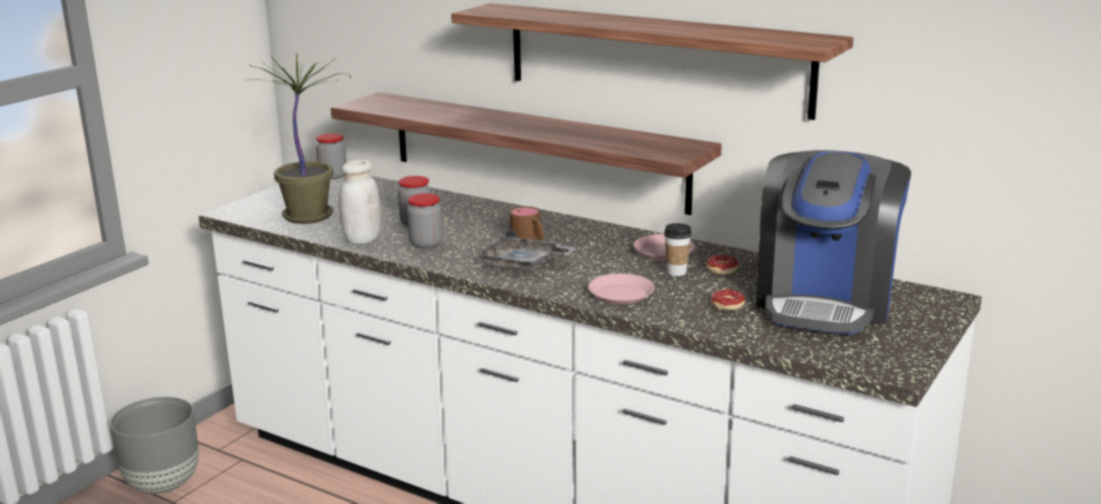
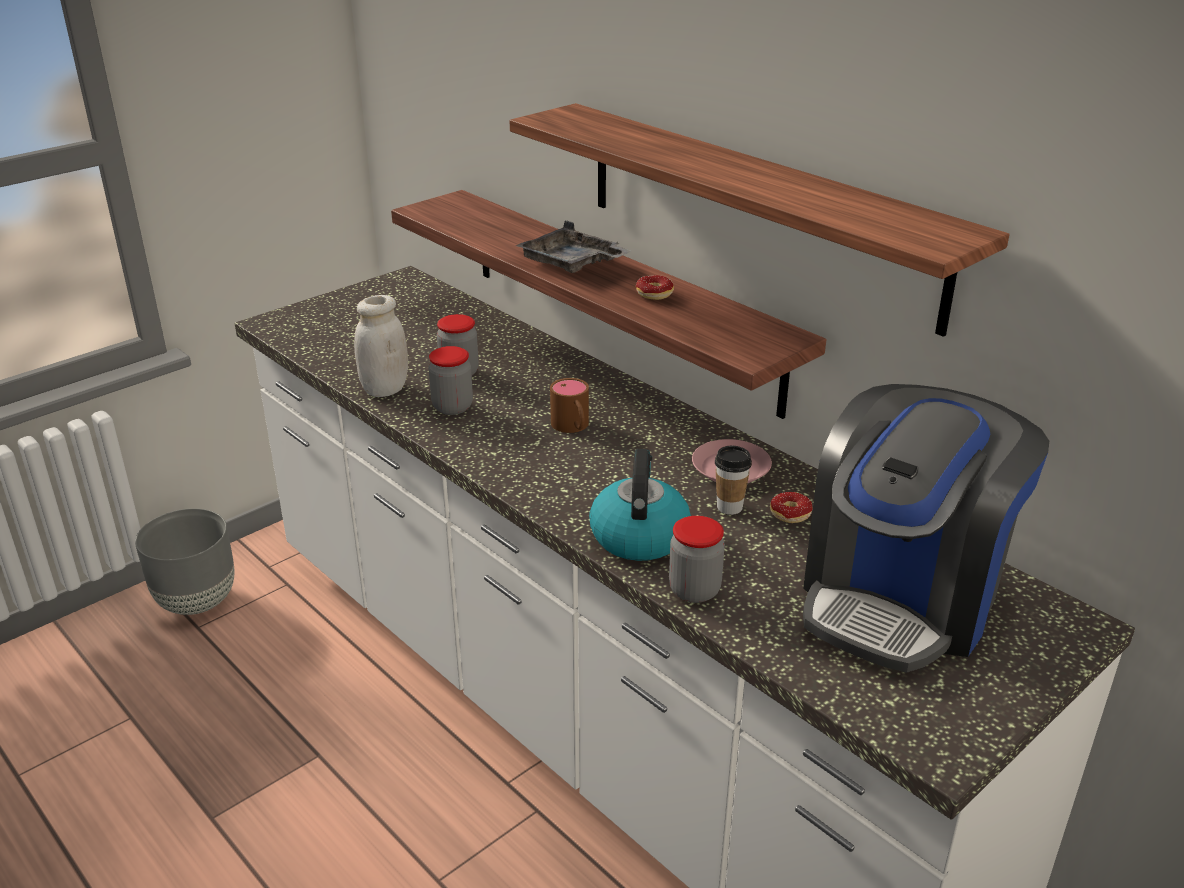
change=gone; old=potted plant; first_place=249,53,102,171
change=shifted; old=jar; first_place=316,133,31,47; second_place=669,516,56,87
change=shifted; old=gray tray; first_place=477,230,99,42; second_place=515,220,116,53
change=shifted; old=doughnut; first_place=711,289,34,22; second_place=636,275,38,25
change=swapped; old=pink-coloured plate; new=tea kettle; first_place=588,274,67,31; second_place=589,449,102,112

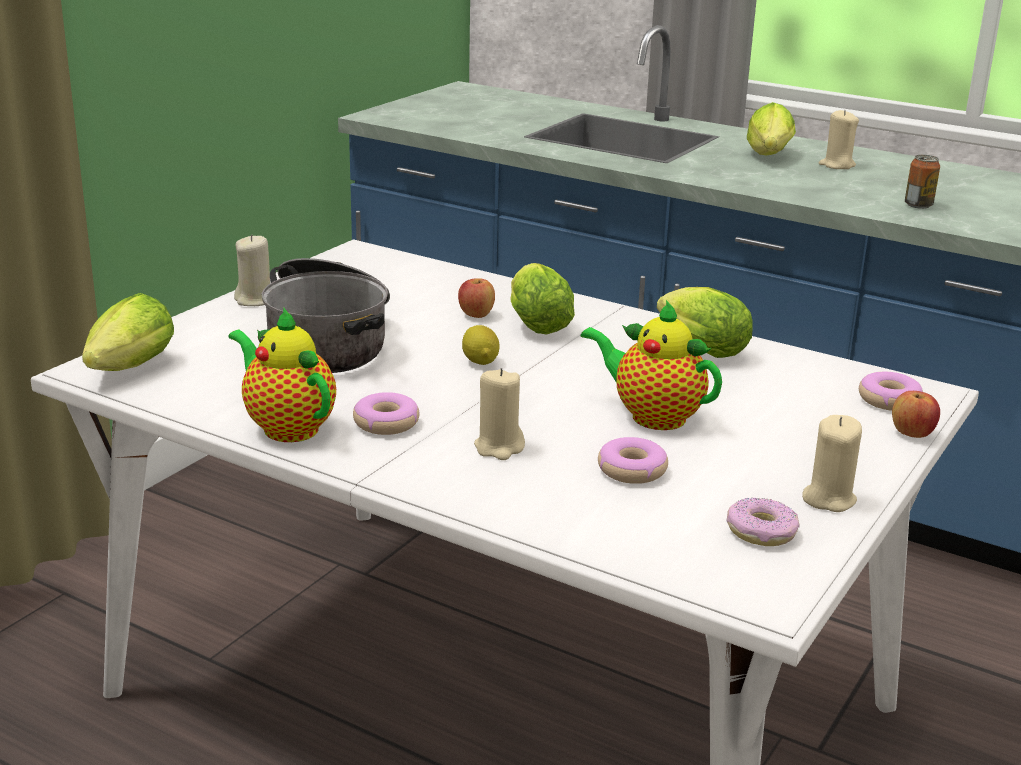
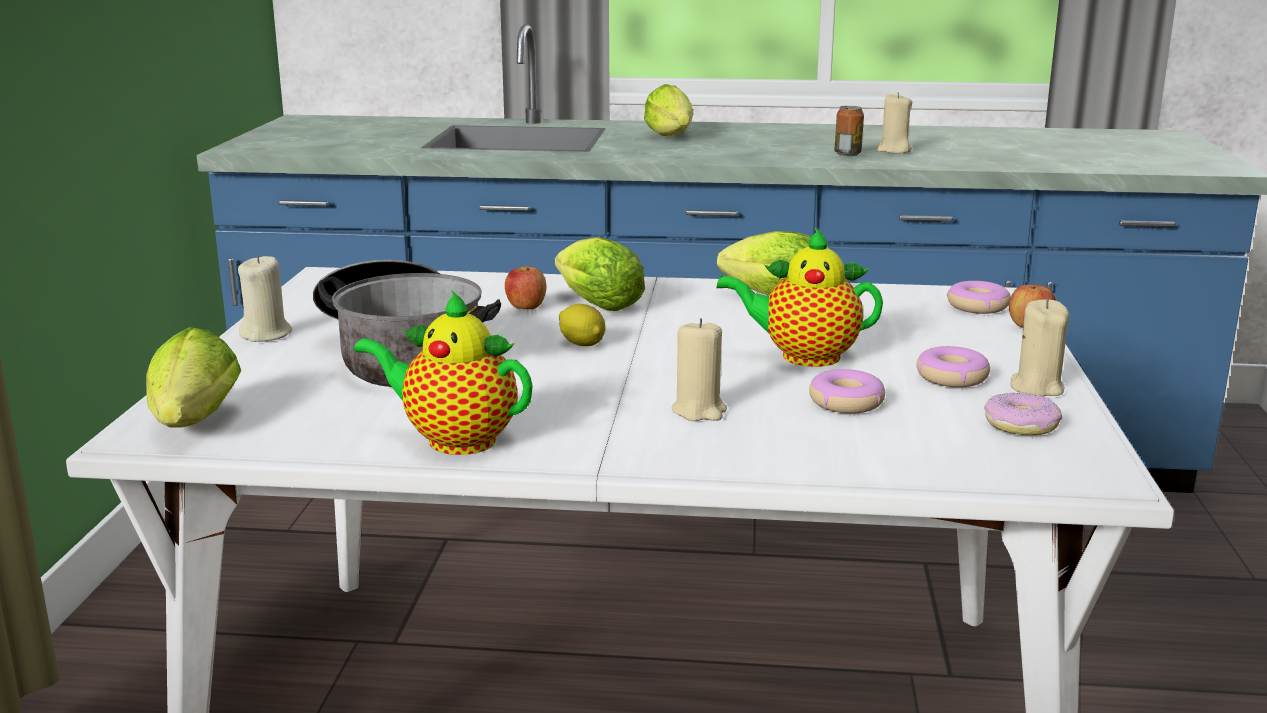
change=shifted; old=doughnut; first_place=353,392,67,43; second_place=916,346,74,41
change=shifted; old=sand-coloured wax light; first_place=819,110,40,59; second_place=876,92,36,61

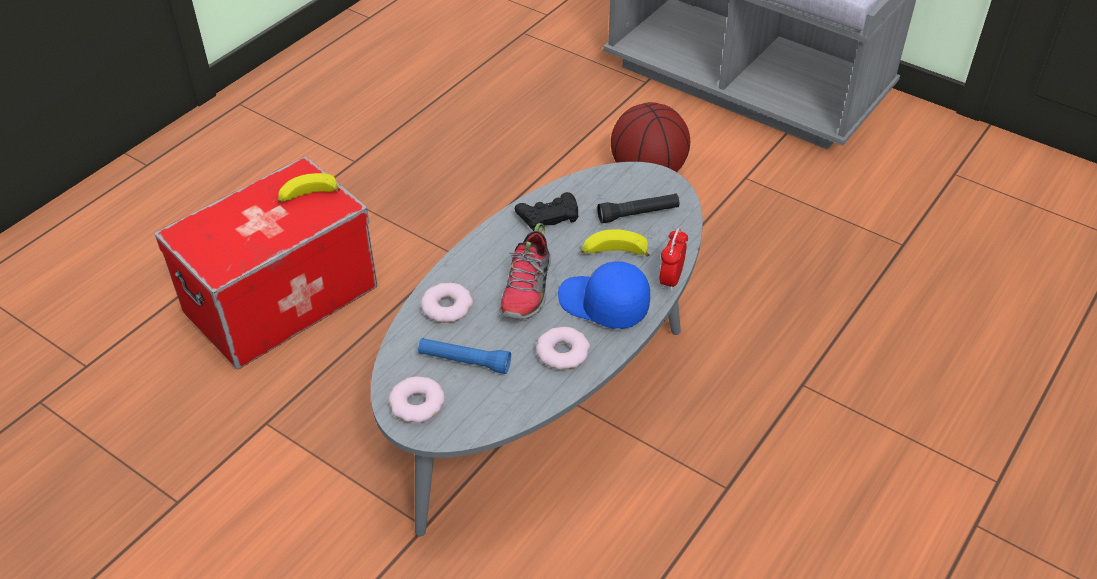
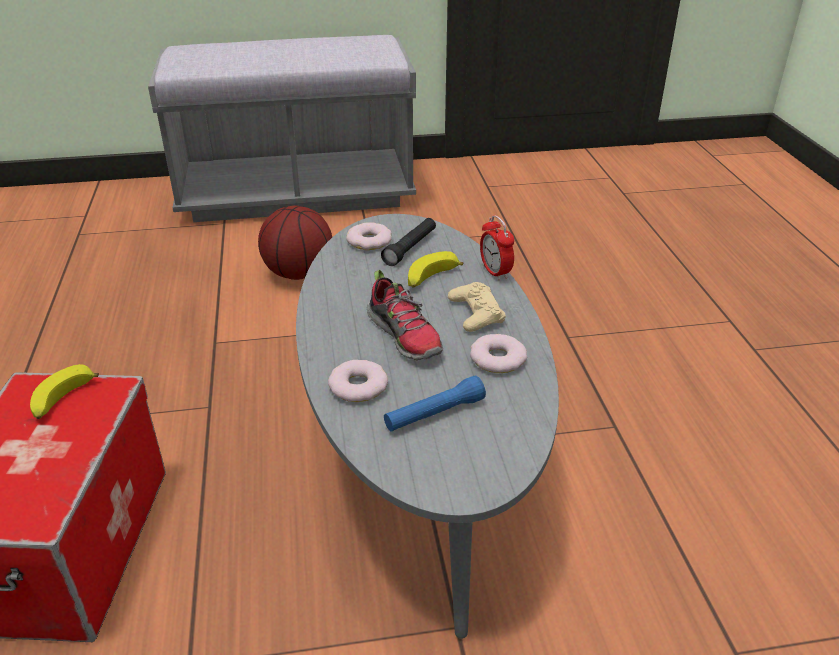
change=gone; old=blackish gamepad; first_place=515,192,63,39
change=shifted; old=doughnut; first_place=389,376,56,47; second_place=346,222,46,28
change=swapped; old=bluish cap; new=sand-coloured gamepad; first_place=558,261,92,68; second_place=448,282,58,50

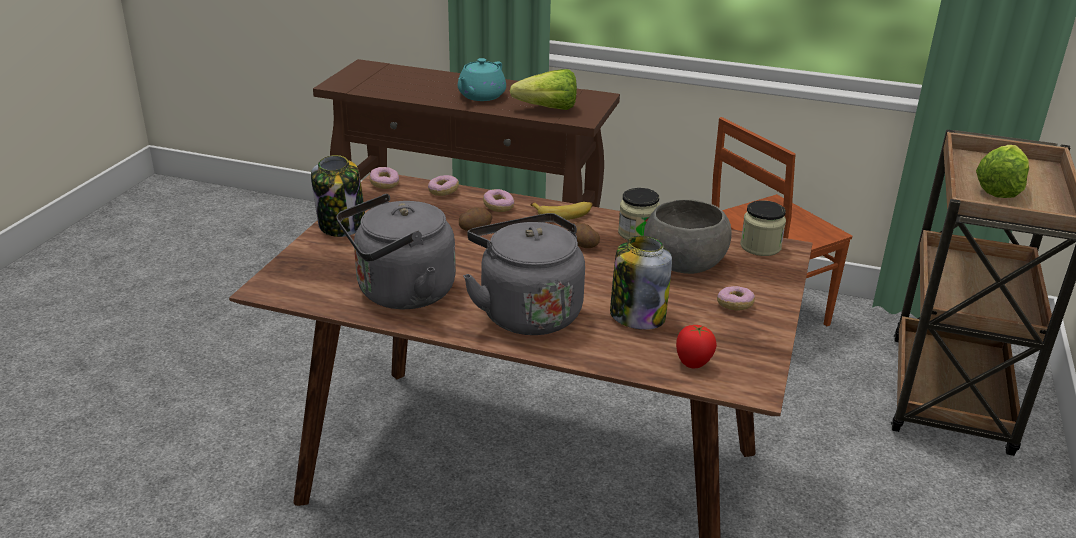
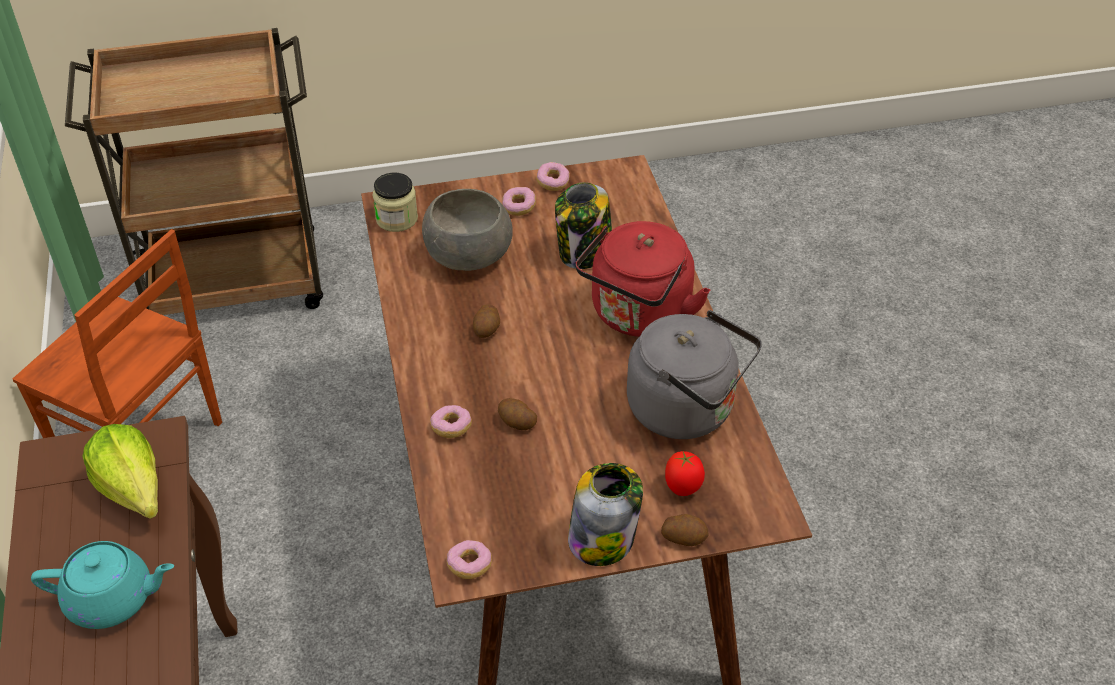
change=gone; old=whole banana; first_place=530,202,62,18
change=gone; old=jar; first_place=618,188,42,52
change=gone; old=lettuce; first_place=976,145,53,53
change=new; new=potato; second_place=661,514,48,32
change=shifted; old=doughnut; first_place=428,175,31,21; second_place=536,162,34,29
change=shifted; old=whole tomato; first_place=676,325,41,43; second_place=665,451,40,45
change=repainted; old=gray tea kettle; new=red-coloured tea kettle; first_place=463,213,122,122; second_place=575,221,135,116

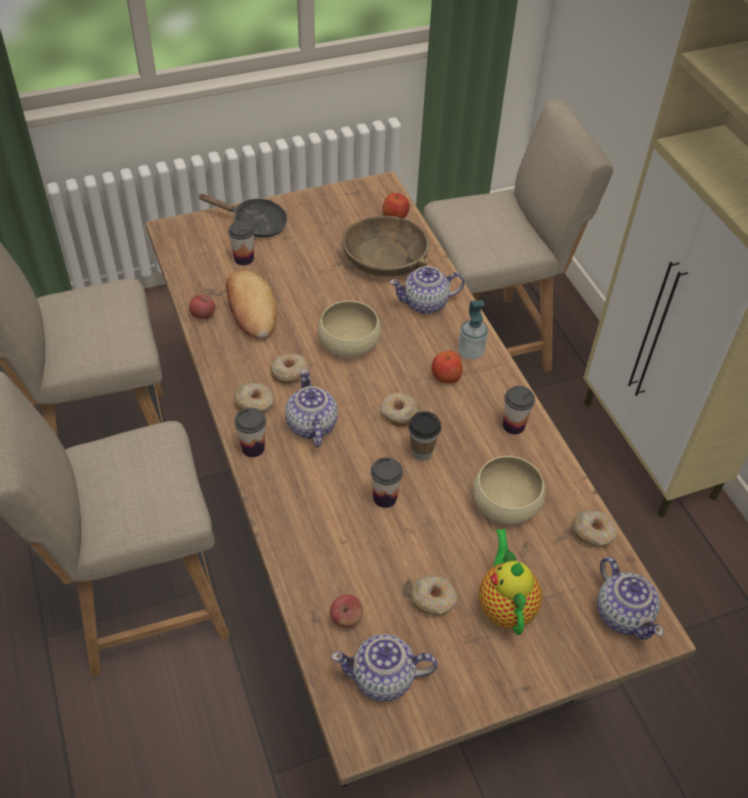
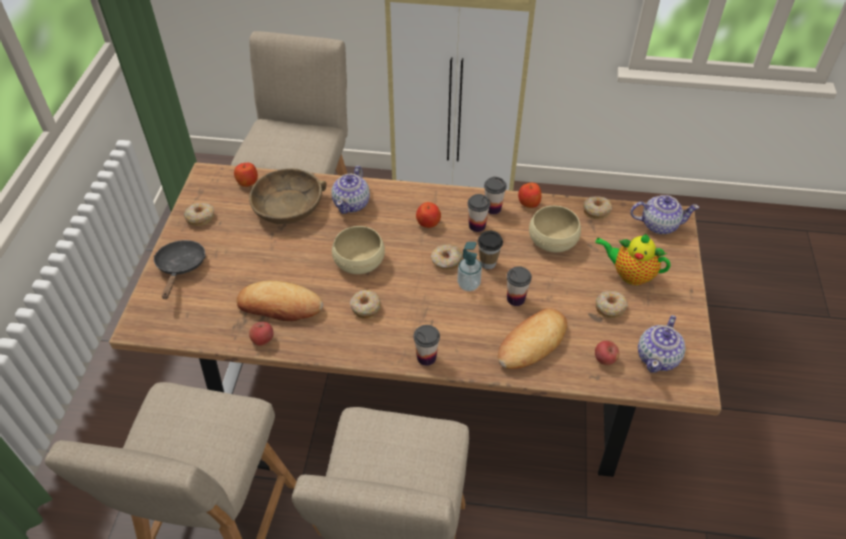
change=gone; old=tea pot; first_place=285,369,53,78
change=new; new=bread; second_place=498,308,69,61
change=new; new=apple; second_place=518,183,24,25
change=shifted; old=cup; first_place=228,220,27,46; second_place=467,194,23,38
change=shifted; old=doughnut; first_place=234,382,40,31; second_place=184,203,30,23
change=shifted; old=liquid soap bottle; first_place=458,300,30,60; second_place=457,242,25,49
change=rotated; old=blackish pan; first_place=199,194,88,43; second_place=154,240,52,59; degrees=-45

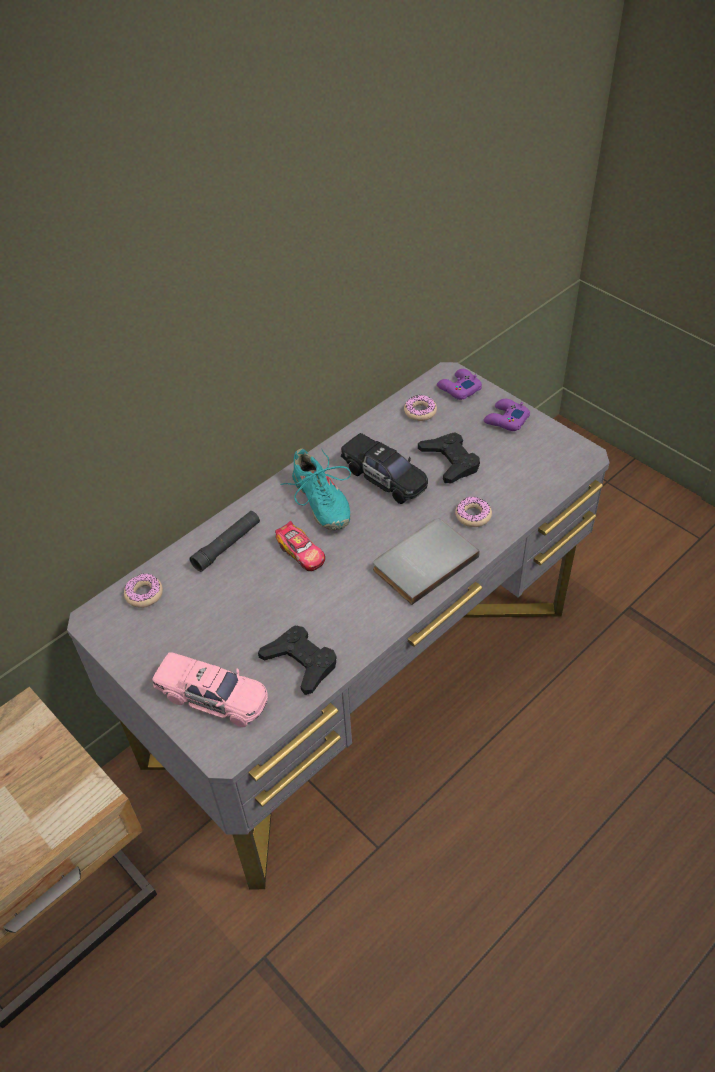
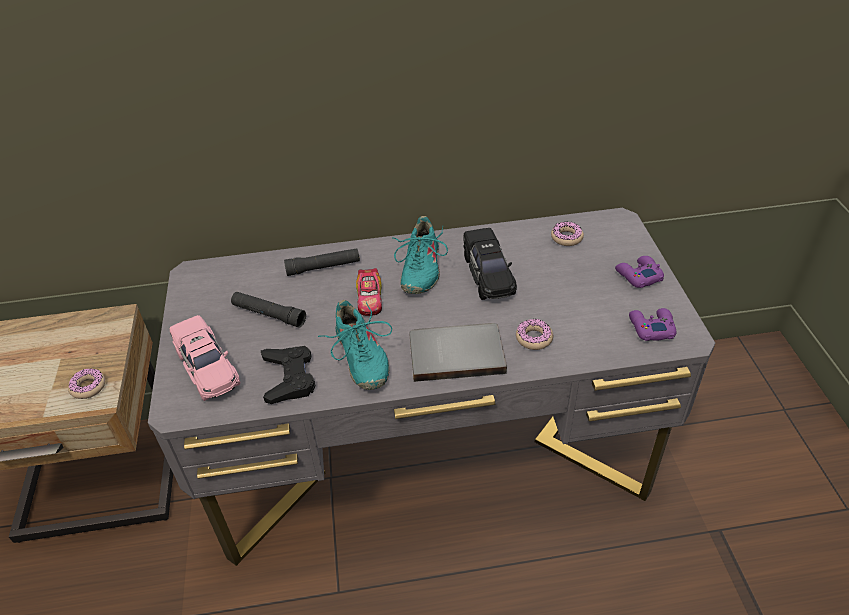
change=gone; old=blackish gamepad; first_place=418,432,62,51
change=new; new=blackish torch; second_place=231,292,75,36
change=new; new=blue-green low shoe; second_place=318,300,74,90
change=shifted; old=doughnut; first_place=124,574,39,34; second_place=68,368,37,31
change=shifted; old=purple gamepad; first_place=437,369,45,31; second_place=629,308,47,33

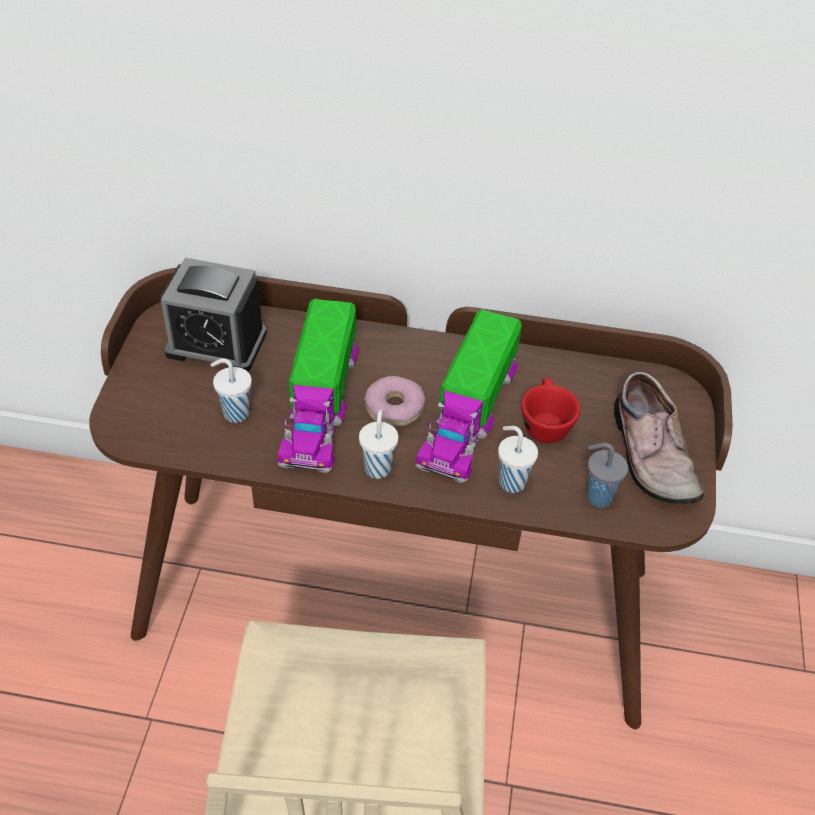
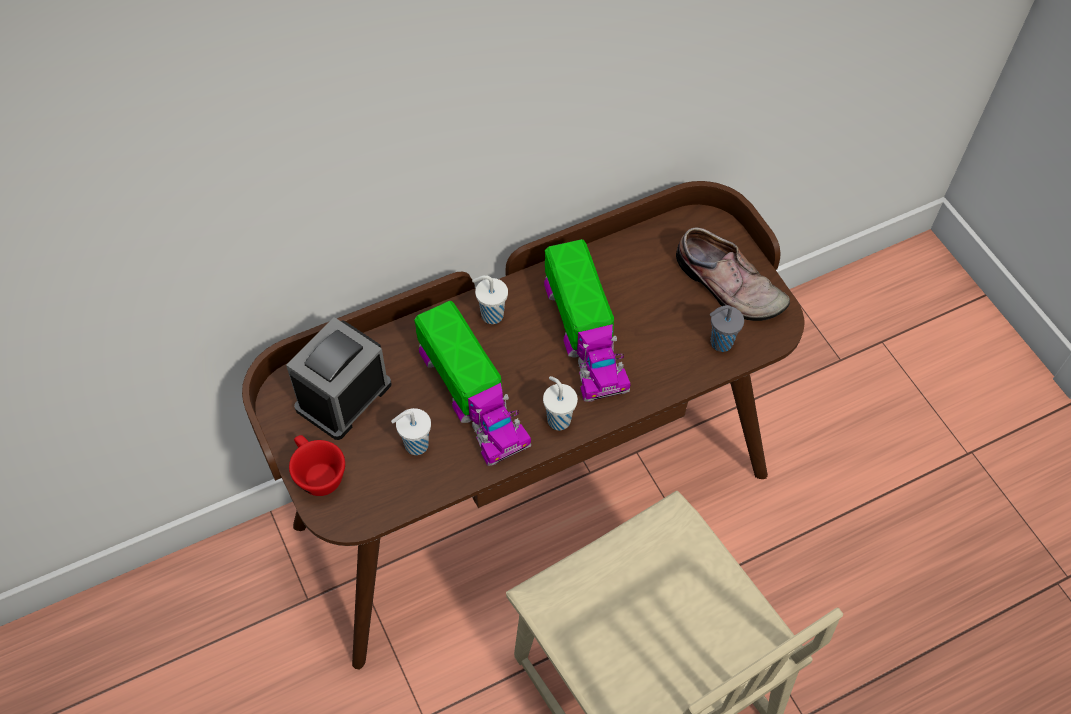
change=gone; old=doughnut; first_place=364,376,61,51
change=shifted; old=whitish cup; first_place=498,426,40,67; second_place=472,275,36,49
change=shifted; old=red-coloured cup; first_place=521,378,60,65; second_place=289,435,56,61
change=rotated; old=alarm clock; first_place=160,258,107,114; second_place=286,317,106,123; degrees=150

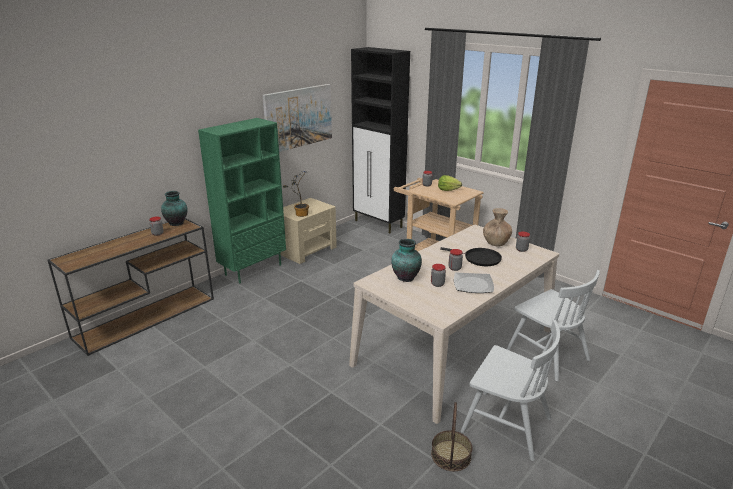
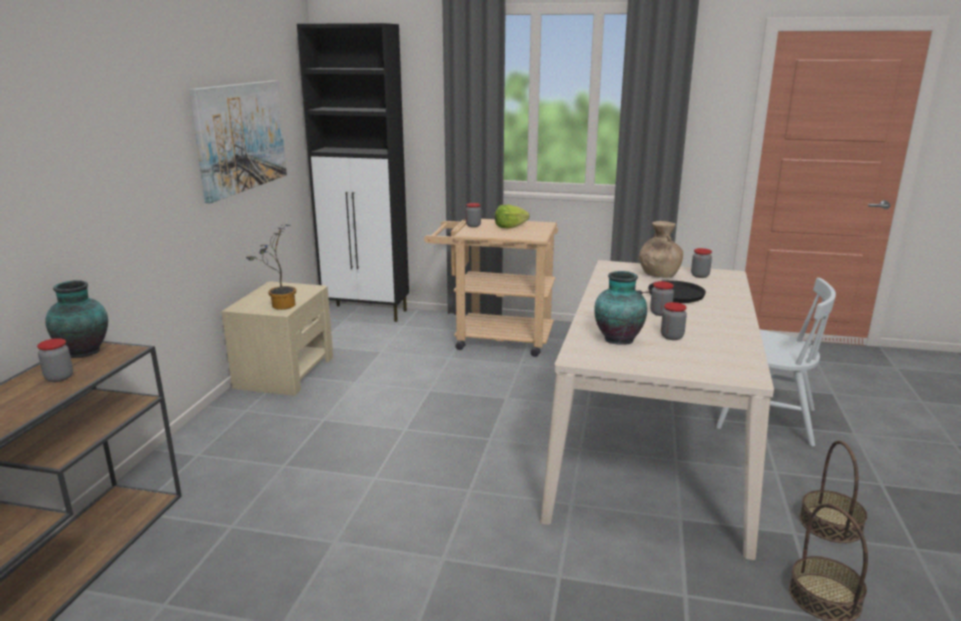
change=gone; old=greenish bookshelf; first_place=198,118,88,166
change=gone; old=plate; first_place=454,272,40,21
change=swapped; old=whitish chair; new=household basket; first_place=461,320,99,141; second_place=799,441,68,102

